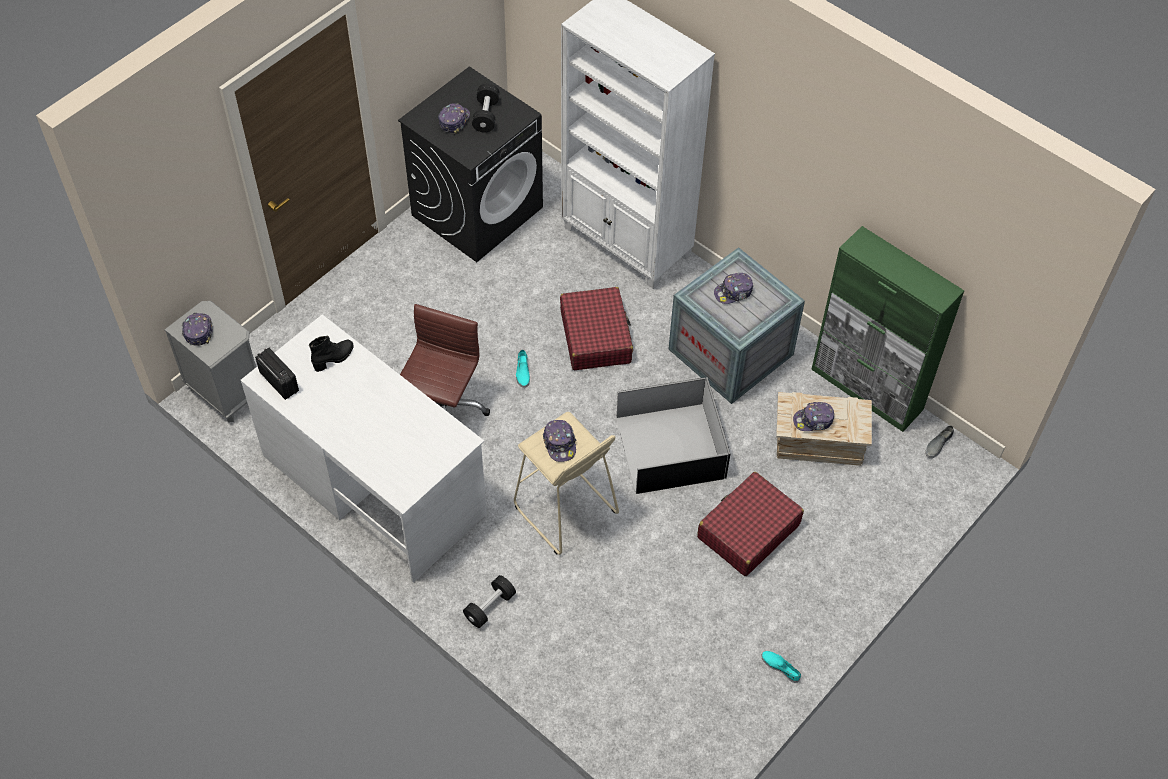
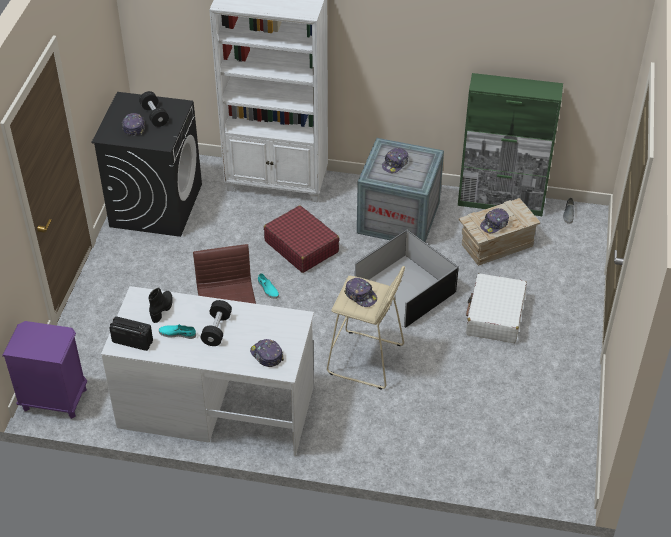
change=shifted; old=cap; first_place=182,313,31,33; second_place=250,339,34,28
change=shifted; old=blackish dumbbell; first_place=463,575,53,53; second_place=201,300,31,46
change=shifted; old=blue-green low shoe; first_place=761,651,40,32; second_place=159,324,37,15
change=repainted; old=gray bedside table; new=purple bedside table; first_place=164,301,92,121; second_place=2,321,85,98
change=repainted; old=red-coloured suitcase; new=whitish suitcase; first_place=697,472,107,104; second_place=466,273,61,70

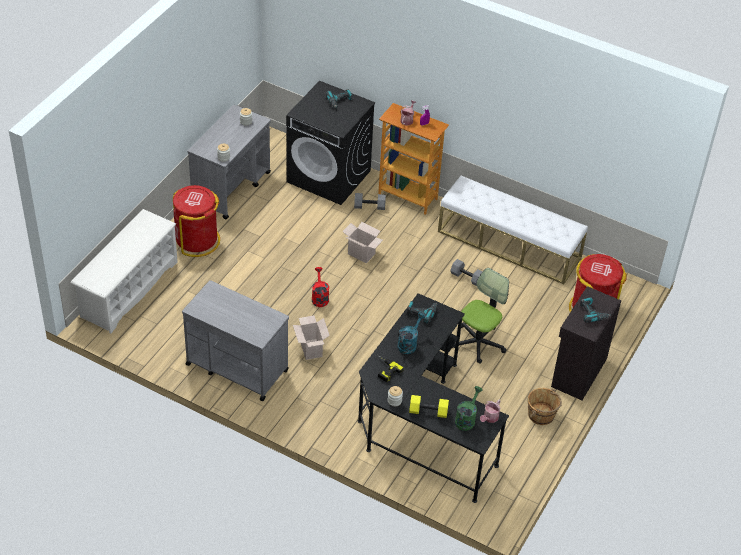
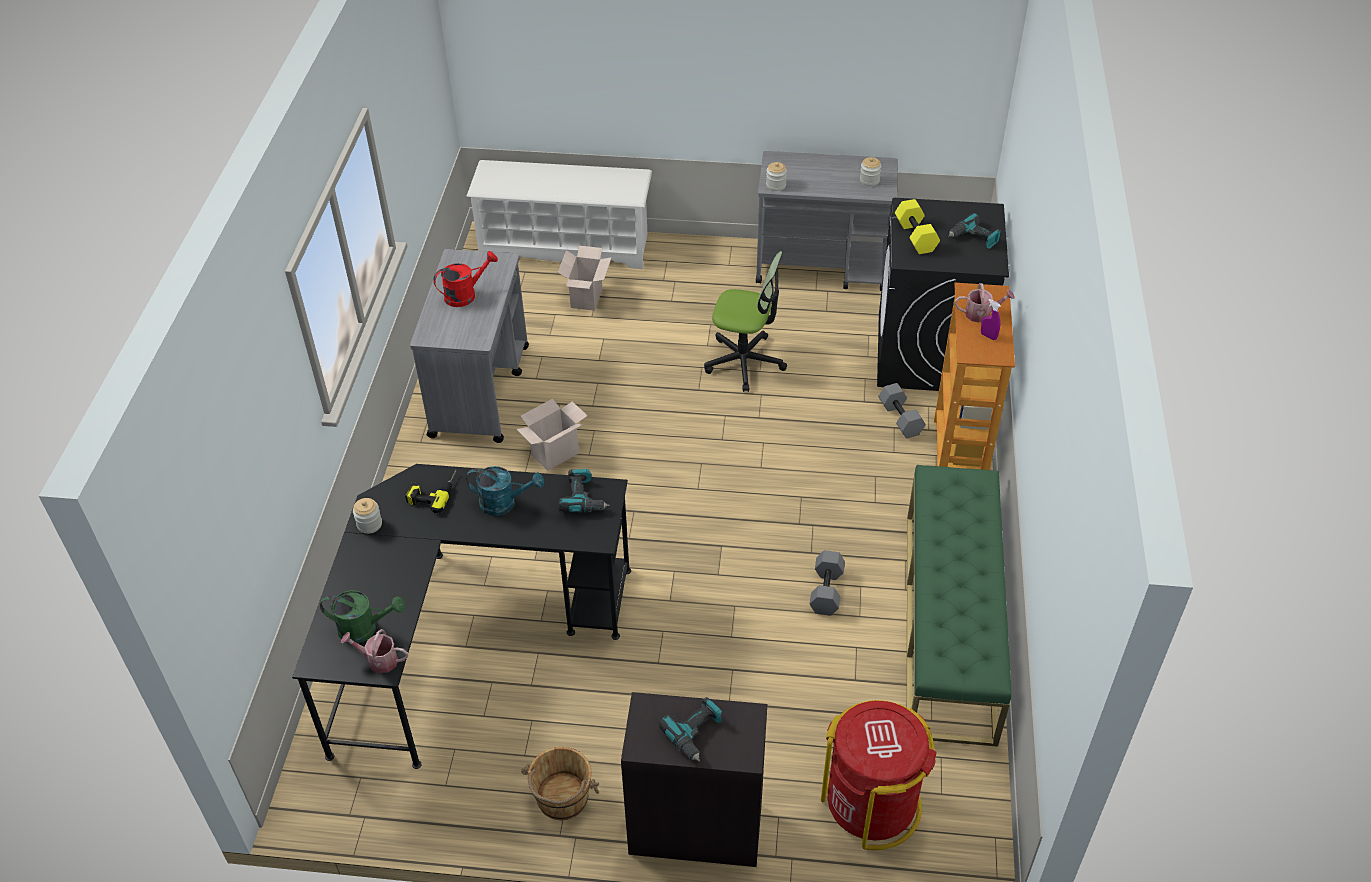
change=gone; old=red-coloured rubbish bin; first_place=173,185,47,72
change=shifted; old=red-coloured sprinkling can; first_place=312,267,17,40; second_place=433,251,65,56
change=shifted; old=cardboard box; first_place=342,222,41,41; second_place=558,246,54,65
change=shifted; old=yellowish dumbbell; first_place=409,395,40,23; second_place=895,199,45,55
change=shifted; old=computer chair; first_place=452,268,57,96; second_place=704,251,83,141
change=repainted; old=whitish bench; new=greenish bench; first_place=438,176,150,108; second_place=907,465,105,282

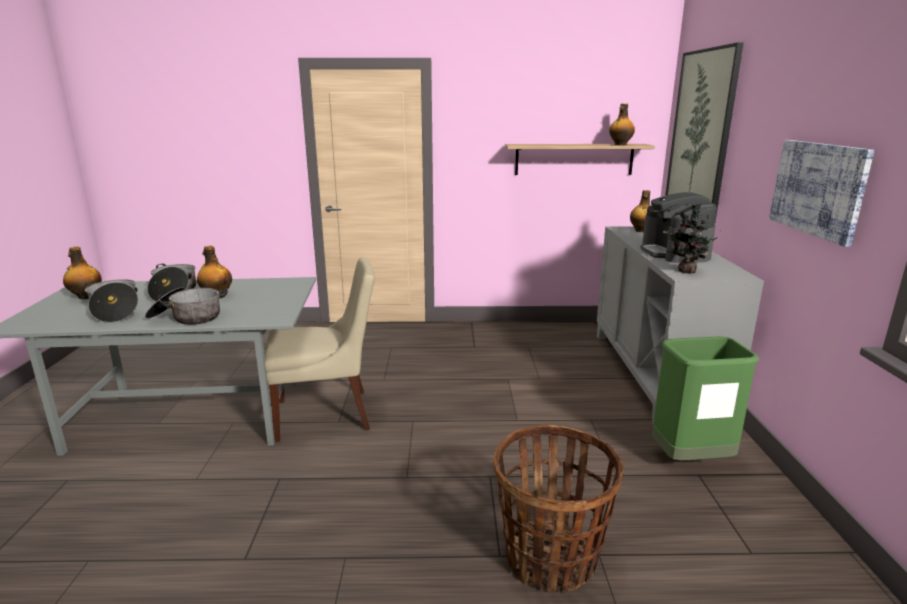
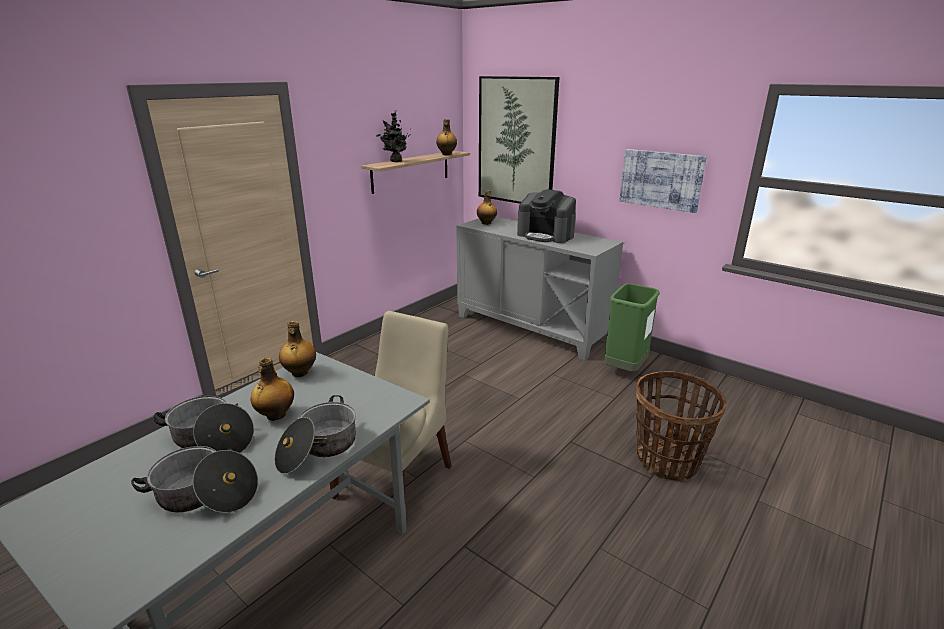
change=shifted; old=beverage bottle; first_place=63,247,39,52; second_place=279,321,37,56
change=shifted; old=potted plant; first_place=663,201,58,72; second_place=376,110,35,52

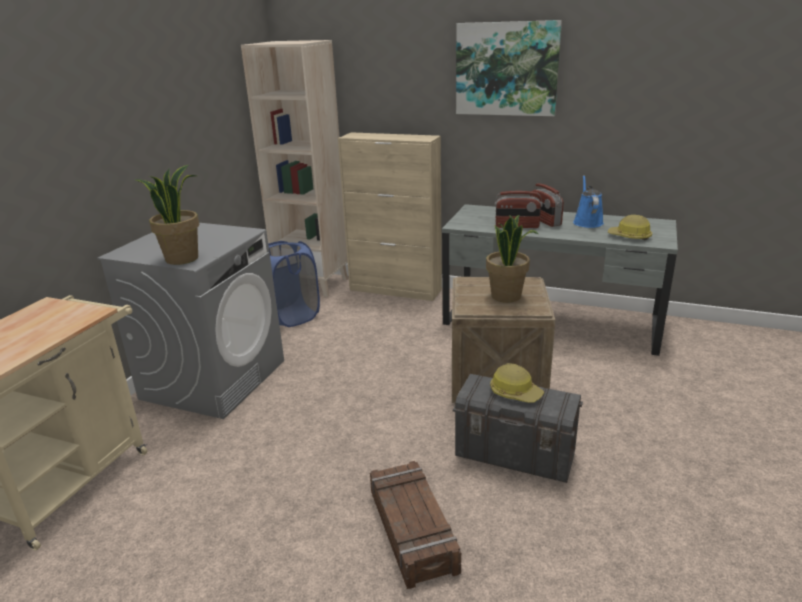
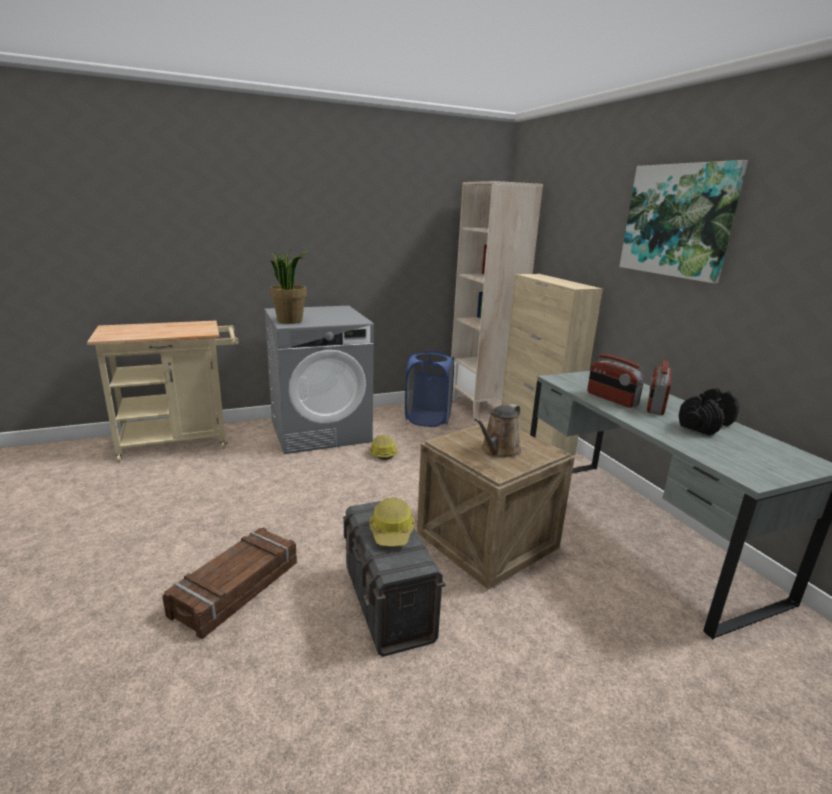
change=shifted; old=safety helmet; first_place=608,215,44,25; second_place=370,435,28,25
change=swapped; old=potted plant; new=brown sprinkling can; first_place=486,215,52,88; second_place=475,404,46,54
change=swapped; old=bluish sprinkling can; new=blackish dumbbell; first_place=573,175,31,53; second_place=679,388,60,48

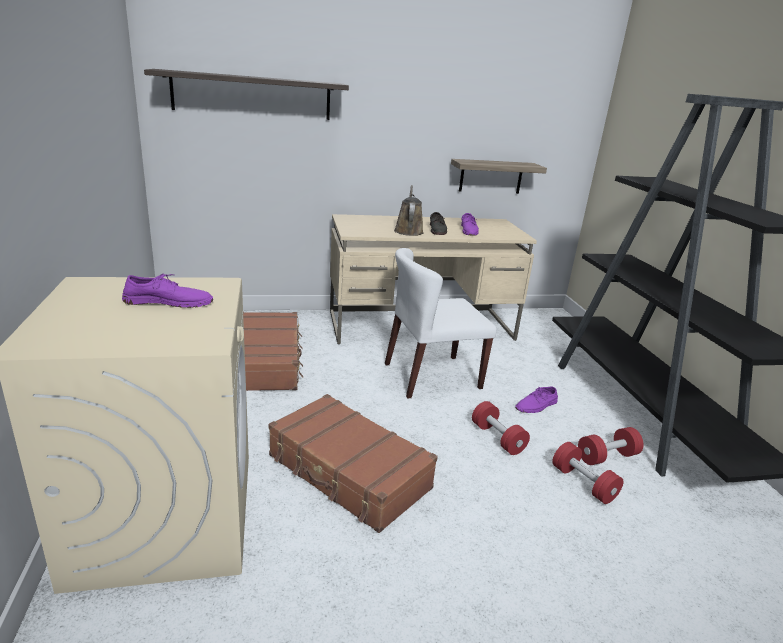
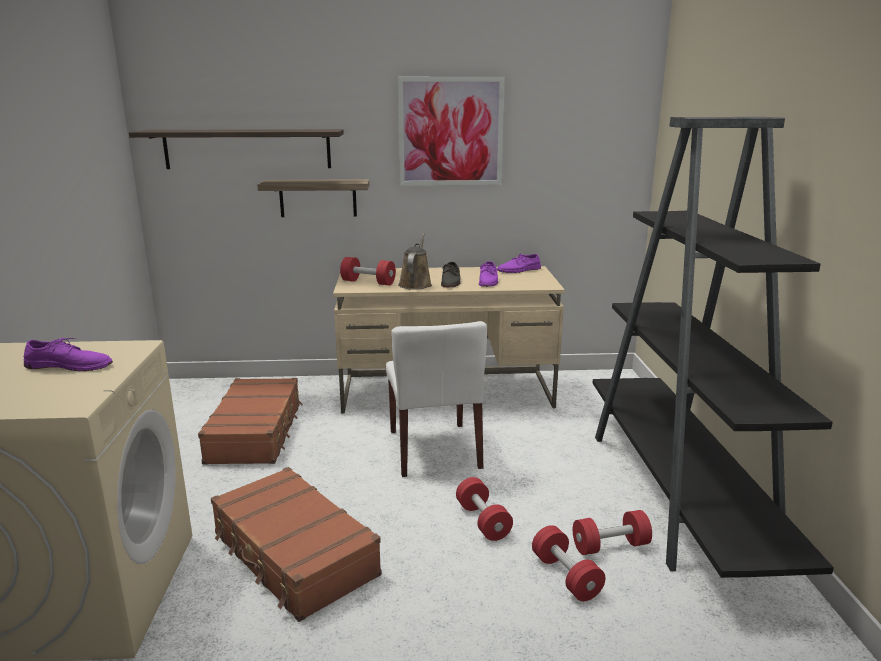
change=new; new=red-coloured dumbbell; second_place=340,257,56,28
change=new; new=wall art; second_place=398,77,107,109
change=shifted; old=bracket shelf; first_place=451,159,96,35; second_place=257,179,112,38
change=shifted; old=purple low shoe; first_place=515,386,43,27; second_place=497,253,44,20
change=rotated; old=whitish chair; first_place=385,248,111,151; second_place=386,321,101,156; degrees=-90

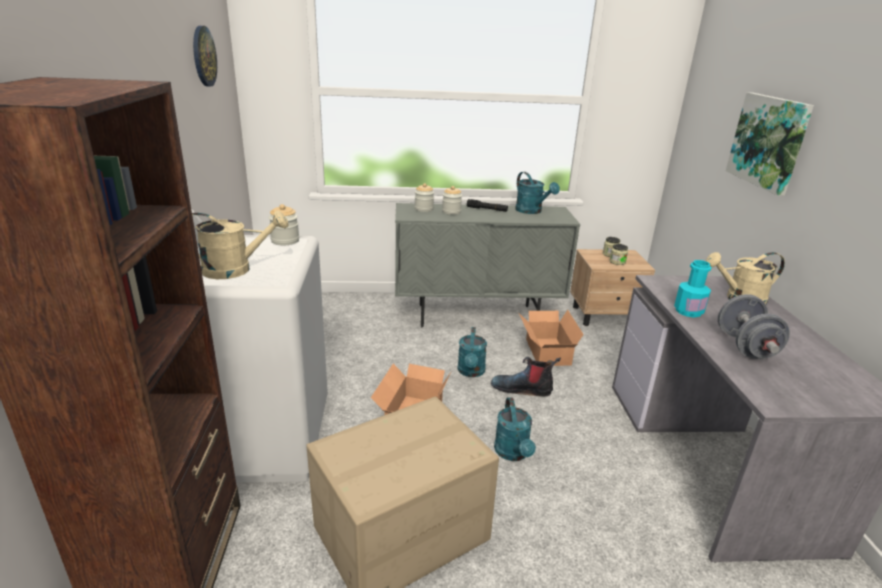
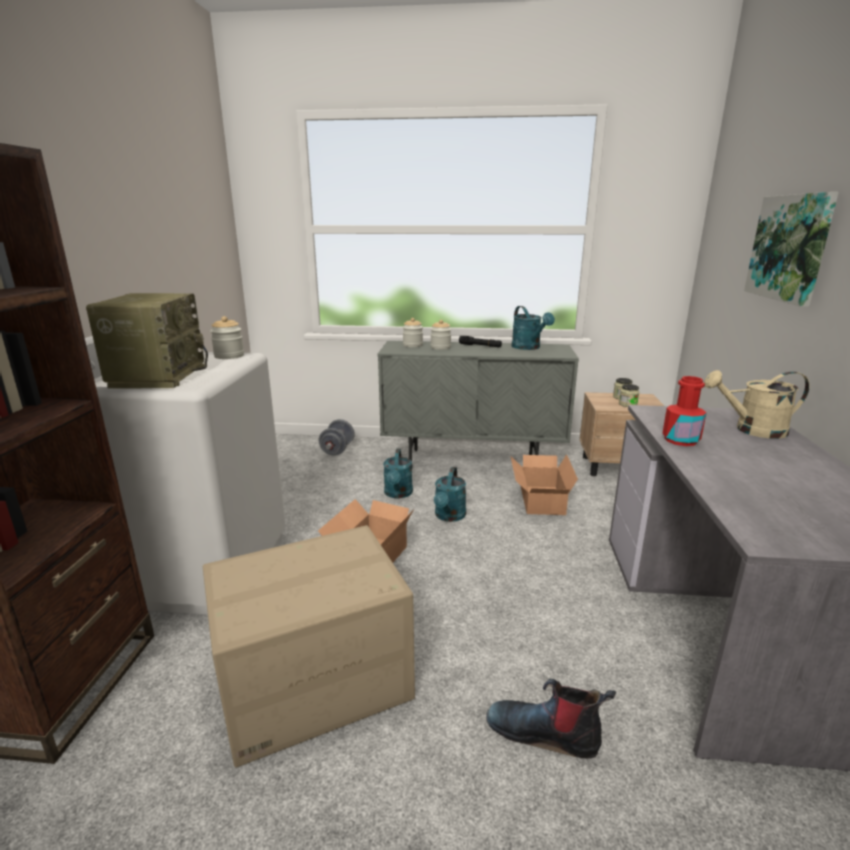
change=gone; old=wall clock; first_place=193,26,24,61
change=shifted; old=boot; first_place=491,357,70,40; second_place=486,679,130,80
change=shifted; old=blue-green sprinkling can; first_place=494,397,42,64; second_place=383,448,30,51
change=shifted; old=gray dumbbell; first_place=718,294,72,65; second_place=319,419,36,37
change=swapped; old=sand-coloured sprinkling can; new=radio; first_place=192,210,97,69; second_place=86,293,122,96
change=repainted; old=blue-green beverage bottle; new=red-coloured beverage bottle; first_place=674,260,38,58; second_place=662,376,44,70

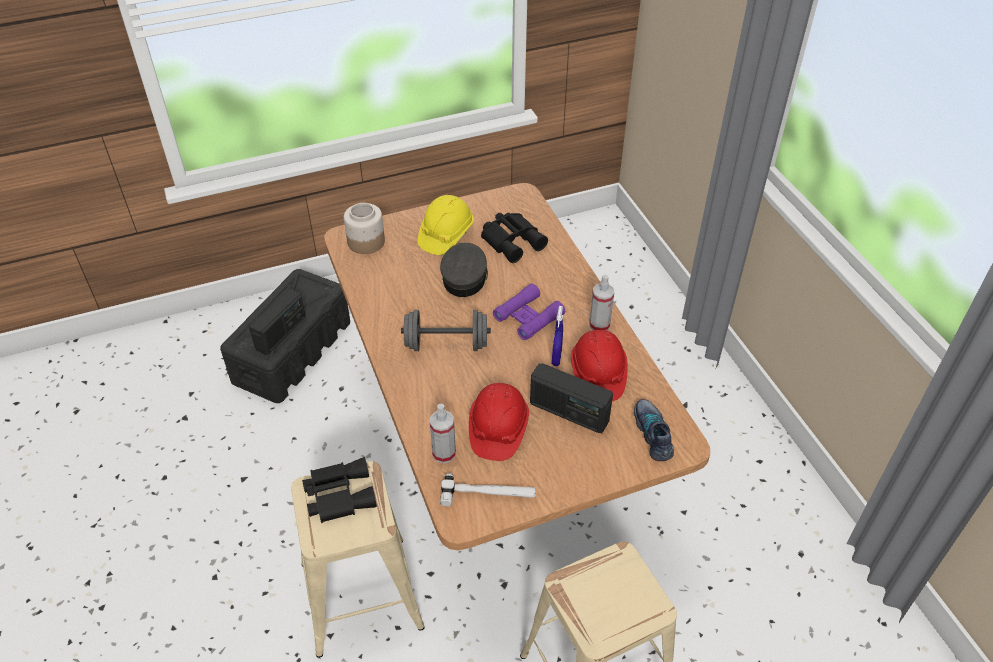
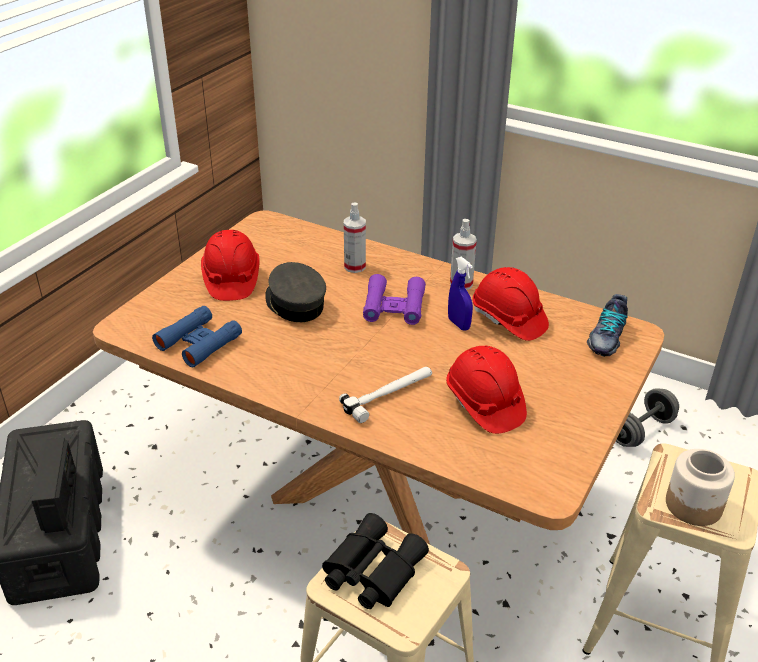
change=gone; old=blackish pair of binoculars; first_place=481,213,67,50
change=gone; old=radio; first_place=530,363,83,70
change=new; new=bluish pair of binoculars; second_place=152,306,90,61
change=shifted; old=jar; first_place=344,203,41,51; second_place=666,449,69,77
change=shifted; old=gray dumbbell; first_place=401,310,90,41; second_place=616,388,63,59
change=shifted; old=hand sprayer; first_place=430,404,26,59; second_place=344,203,22,70
change=shifted; old=hammer; first_place=440,473,96,34; second_place=339,367,93,56
change=repainted; old=yellowish safety helmet; new=red-coloured safety helmet; first_place=418,195,56,60; second_place=201,230,59,71
change=rotated; old=low shoe; first_place=634,399,40,62; second_place=587,294,41,63; degrees=-105

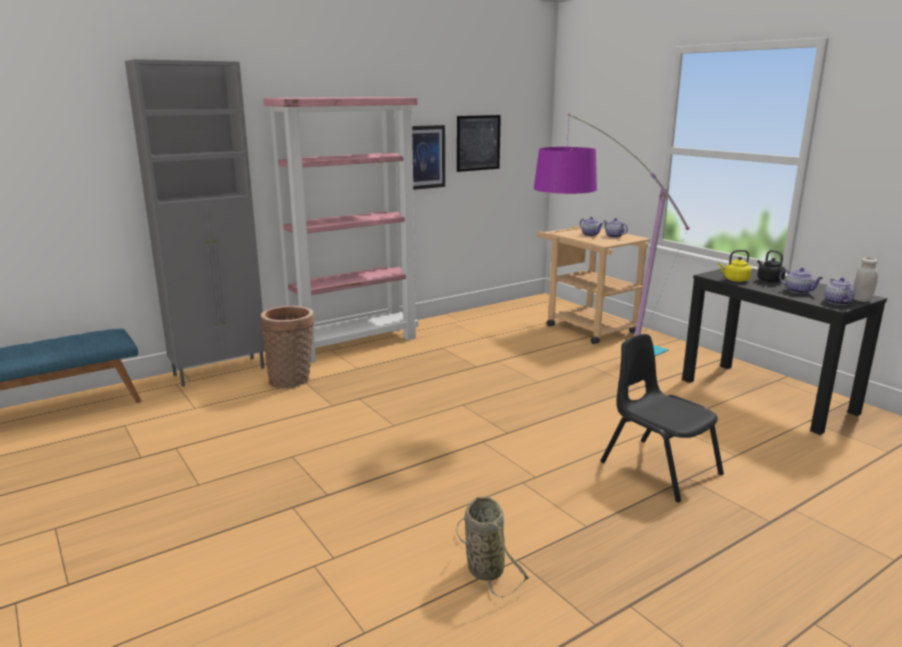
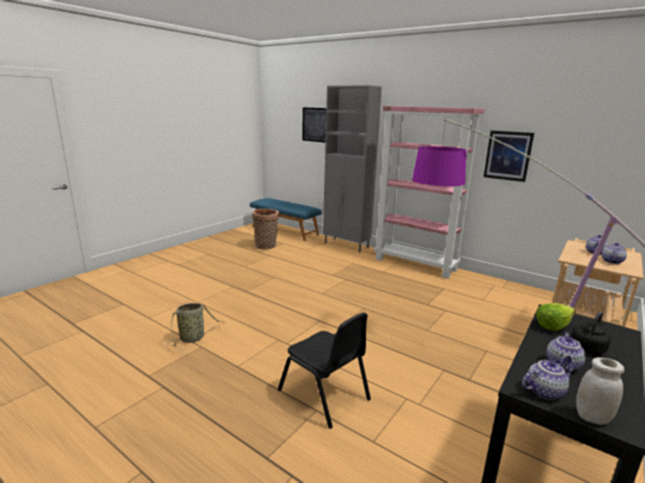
change=shifted; old=household basket; first_place=261,306,54,82; second_place=252,209,27,40
change=shifted; old=wall art; first_place=457,115,44,57; second_place=302,107,24,35
change=swapped; old=yellowish tea kettle; new=lettuce; first_place=718,250,34,32; second_place=536,303,40,28
change=rotated; old=blackish chair; first_place=600,334,124,168; second_place=278,313,93,116; degrees=105

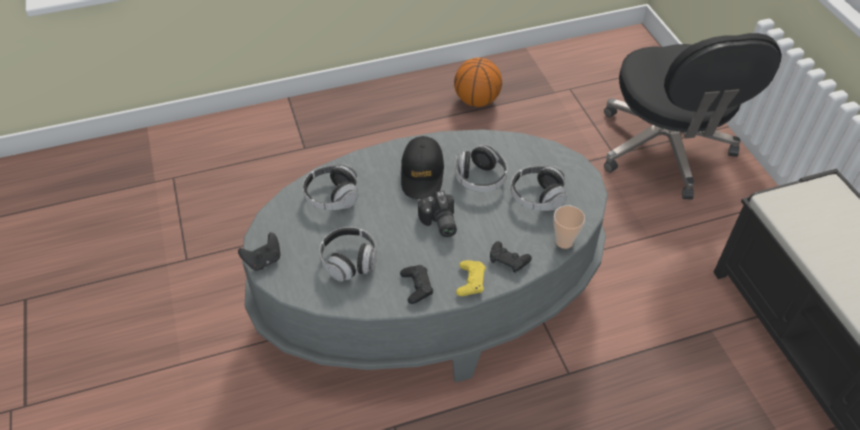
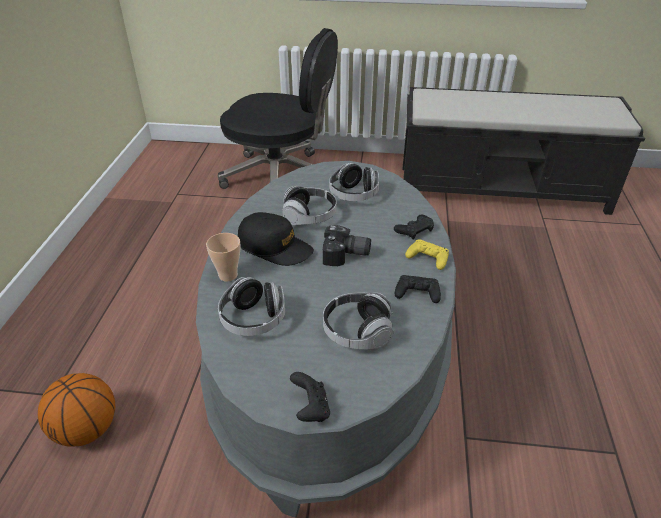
change=shifted; old=basketball; first_place=454,58,48,49; second_place=38,373,77,74
change=shifted; old=cup; first_place=554,205,31,44; second_place=206,233,35,49

